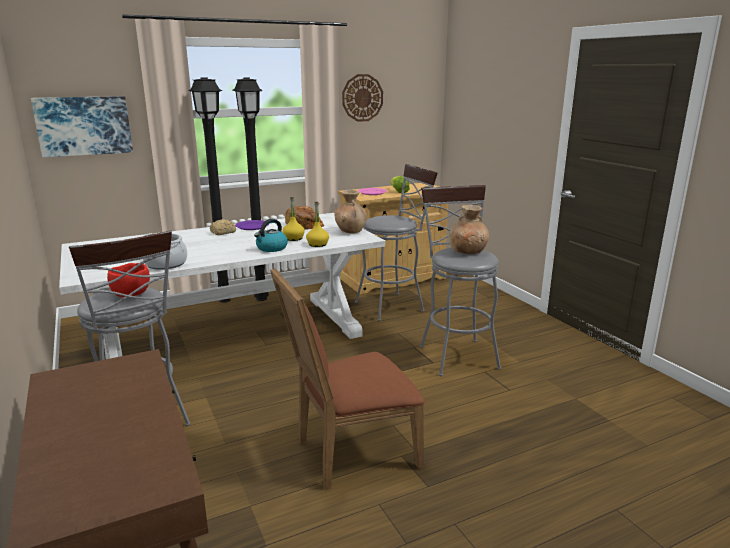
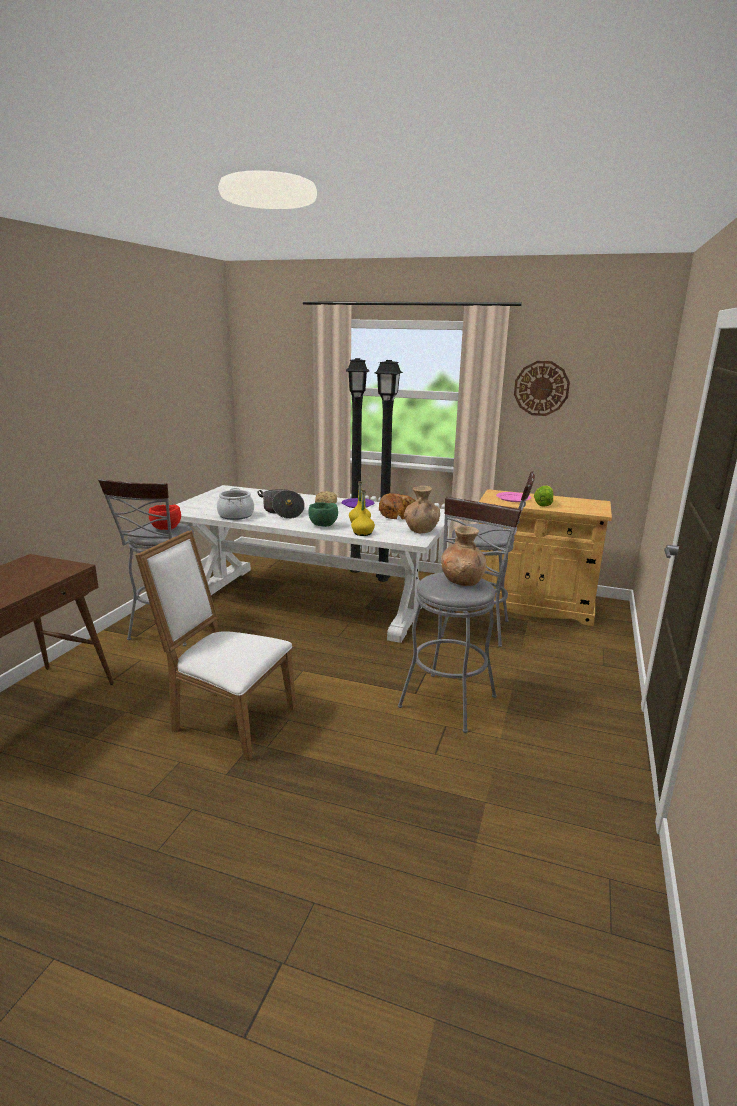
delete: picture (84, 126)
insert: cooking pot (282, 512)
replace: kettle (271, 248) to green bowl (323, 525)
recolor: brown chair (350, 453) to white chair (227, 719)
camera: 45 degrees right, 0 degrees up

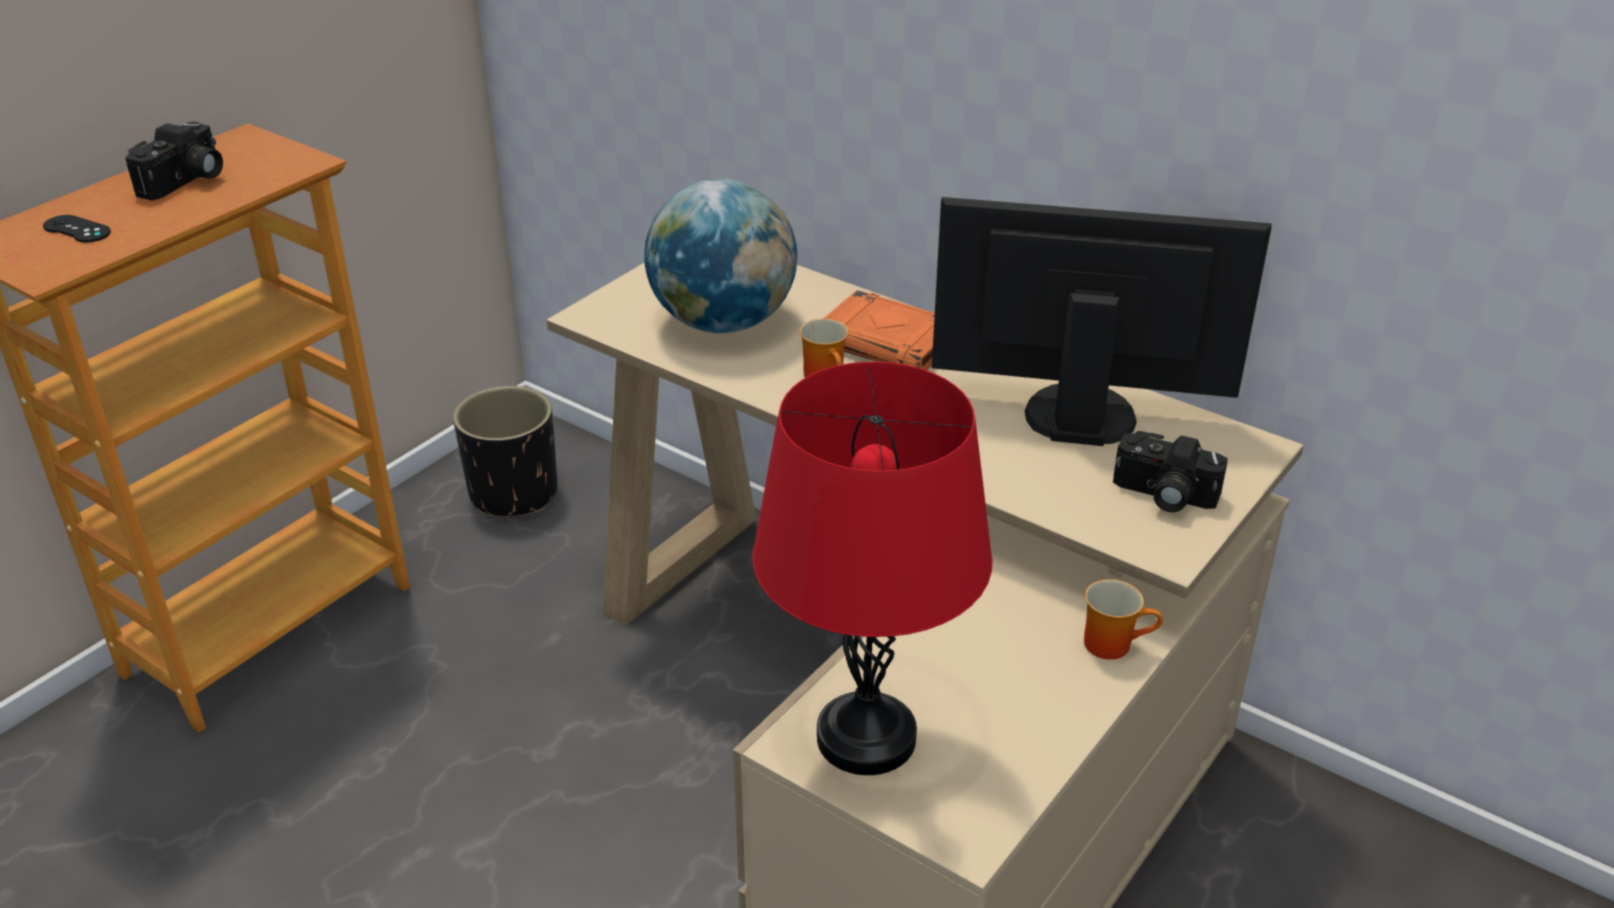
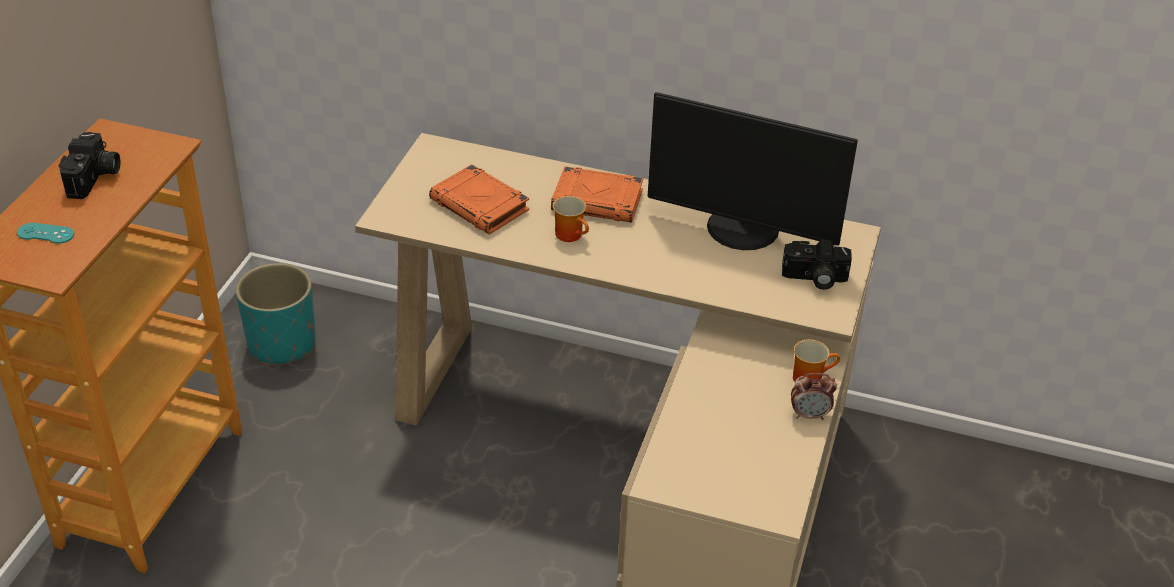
delete: red table lamp (866, 738)
insert: alarm clock (809, 415)
replace: globe (723, 323) to orange book (480, 206)
recolor: black game controller (77, 229) to turquoise game controller (45, 233); black planter (514, 494) to turquoise planter (282, 344)
rotate: monitor (1079, 412) = (741, 230) 150 degrees counterclockwise
camera: 20 degrees left, 5 degrees up

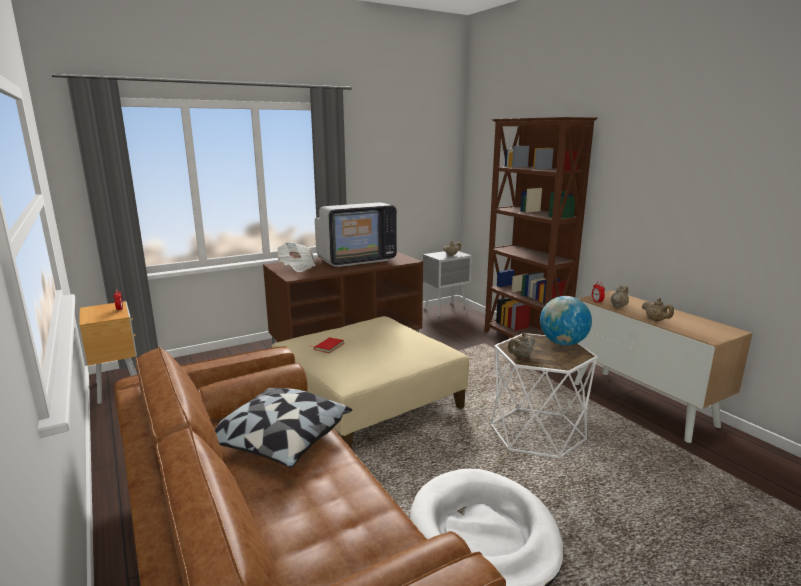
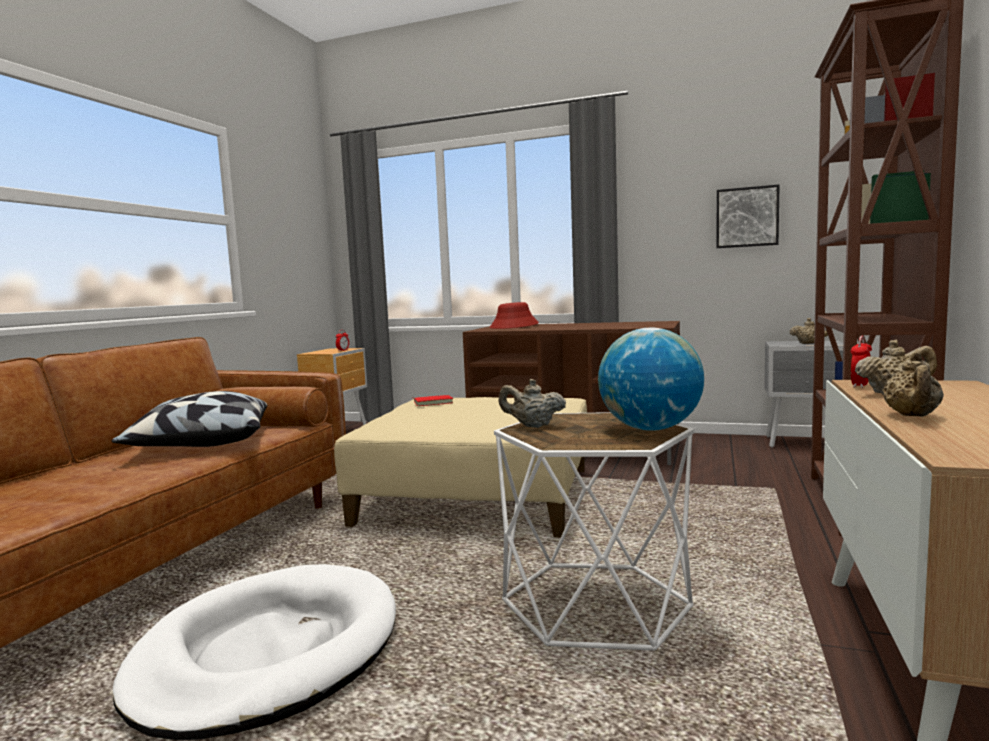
delete: television (356, 259)
insert: picture (746, 217)
replace: newspaper (297, 267) to red hat (514, 326)
camera: 50 degrees right, 10 degrees down

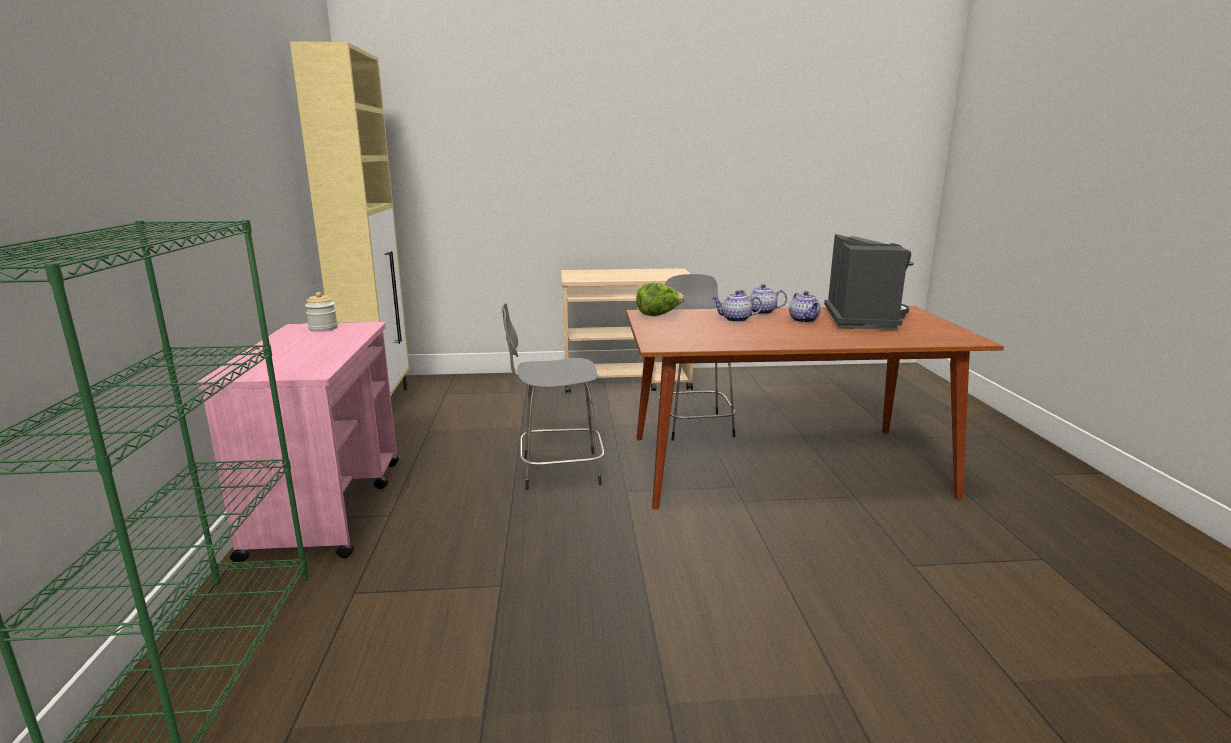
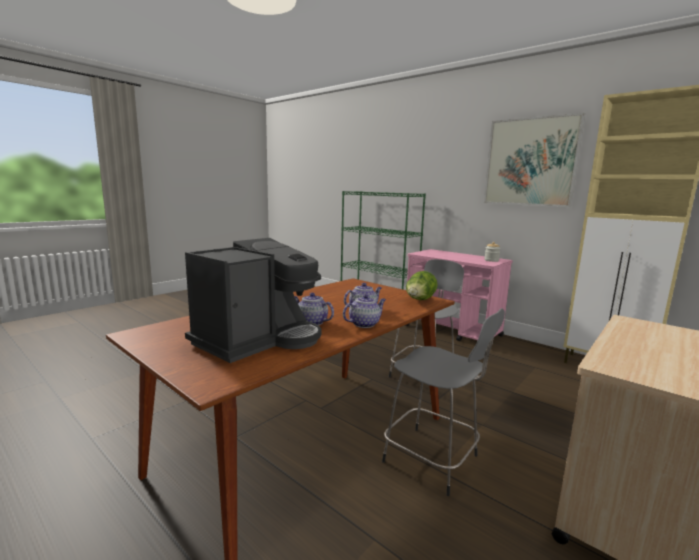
insert: picture (530, 162)
rotate: coffee machine (863, 319) = (258, 340) 105 degrees counterclockwise
camera: 135 degrees right, 5 degrees down

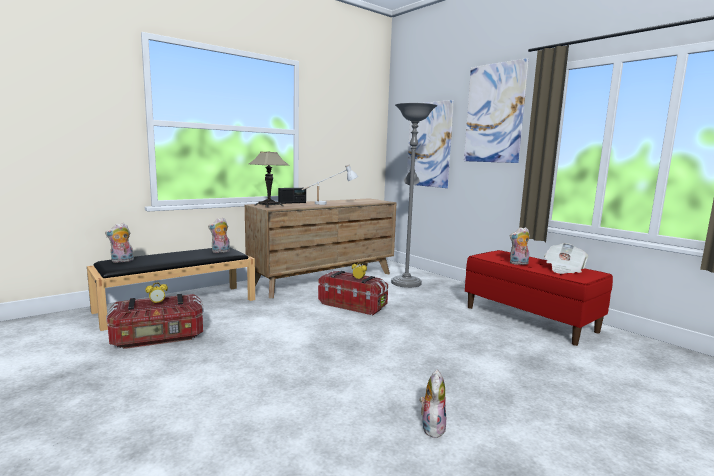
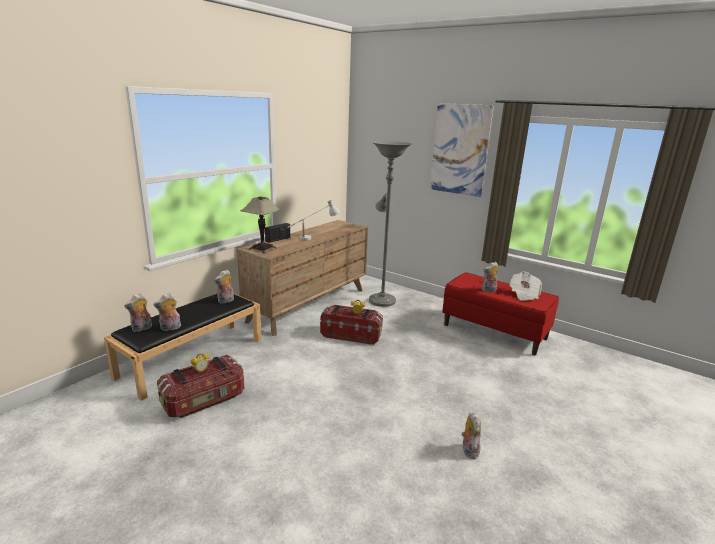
delete: picture (429, 144)
insert: plush toy (170, 328)
camera: 15 degrees left, 10 degrees up

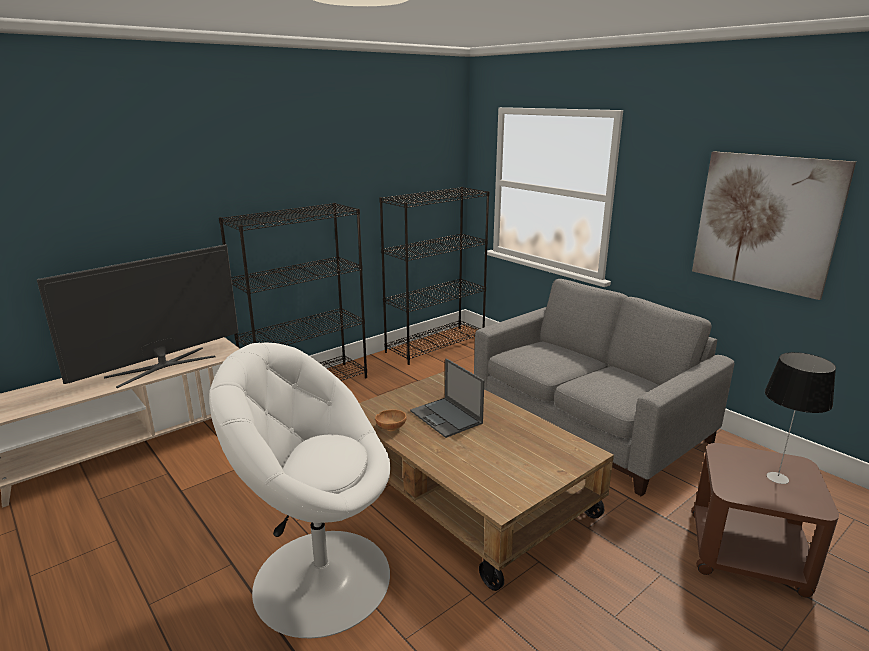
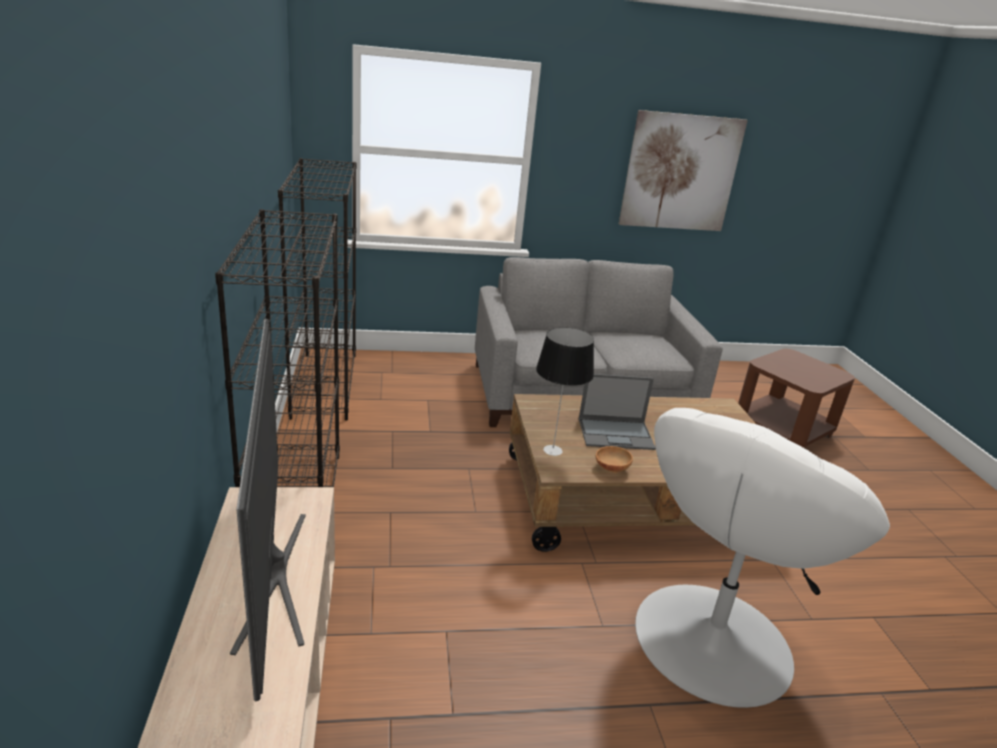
move: table lamp (778, 478) to (553, 450)
camera: 60 degrees left, 5 degrees up

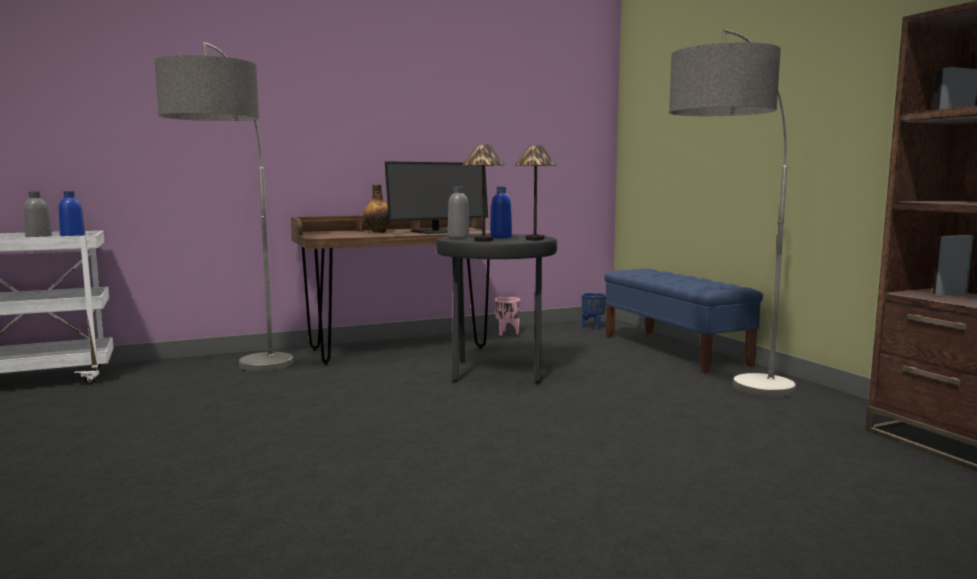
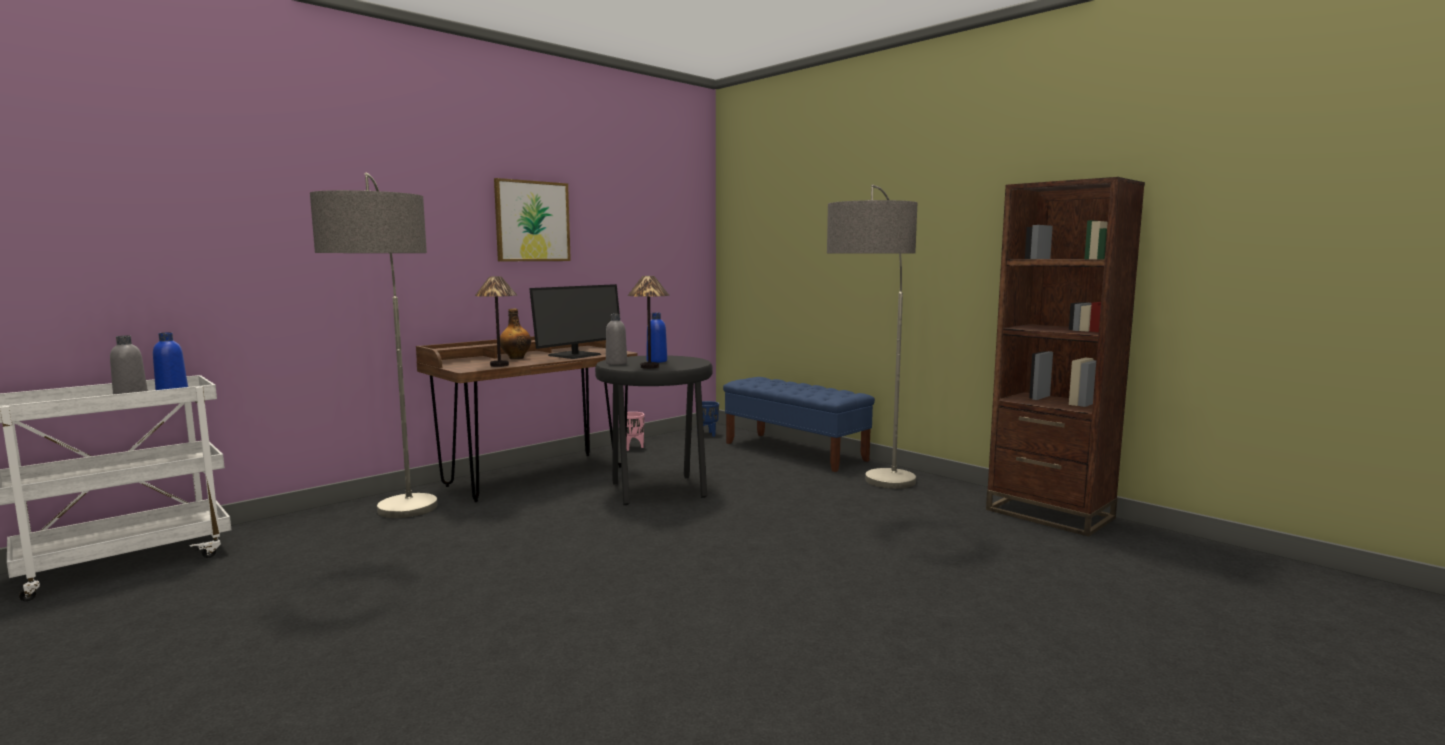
insert: picture (532, 221)
move: table lamp (534, 239) to (499, 365)
camera: 20 degrees left, 0 degrees up

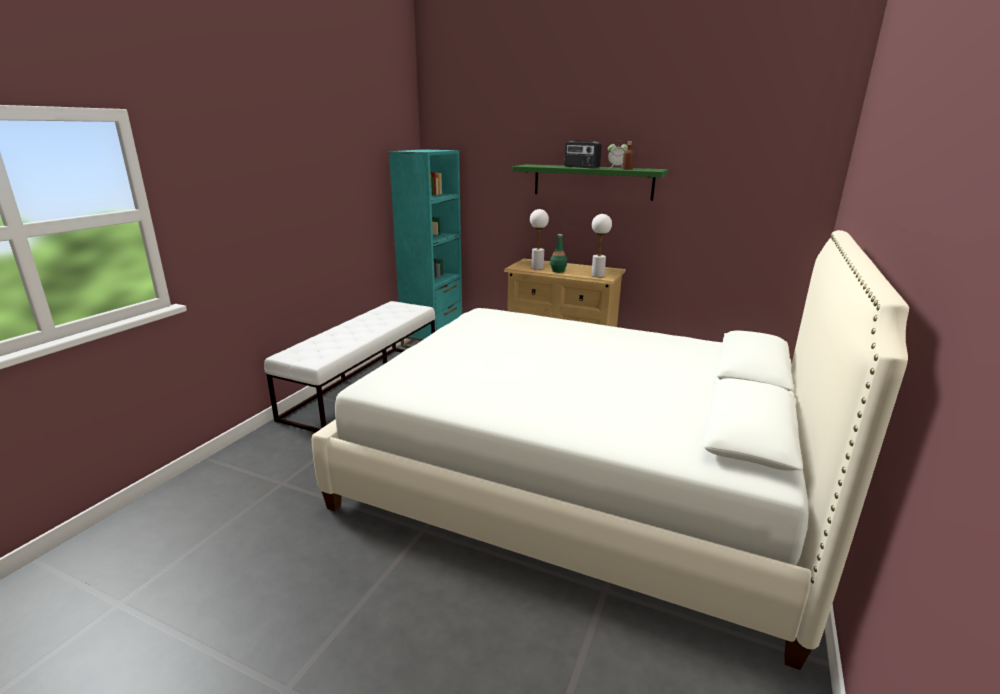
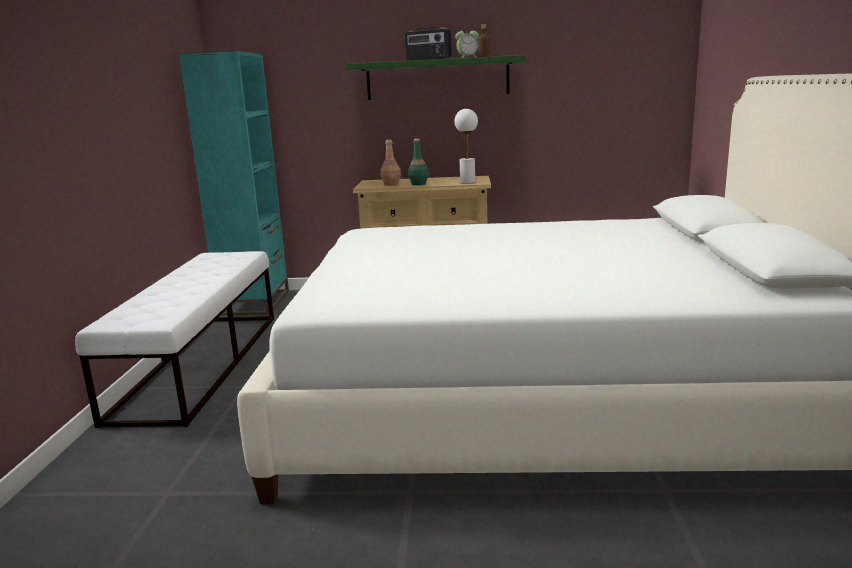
replace: white table lamp (537, 268) to brown bottle (391, 184)
camera: 20 degrees left, 5 degrees down

